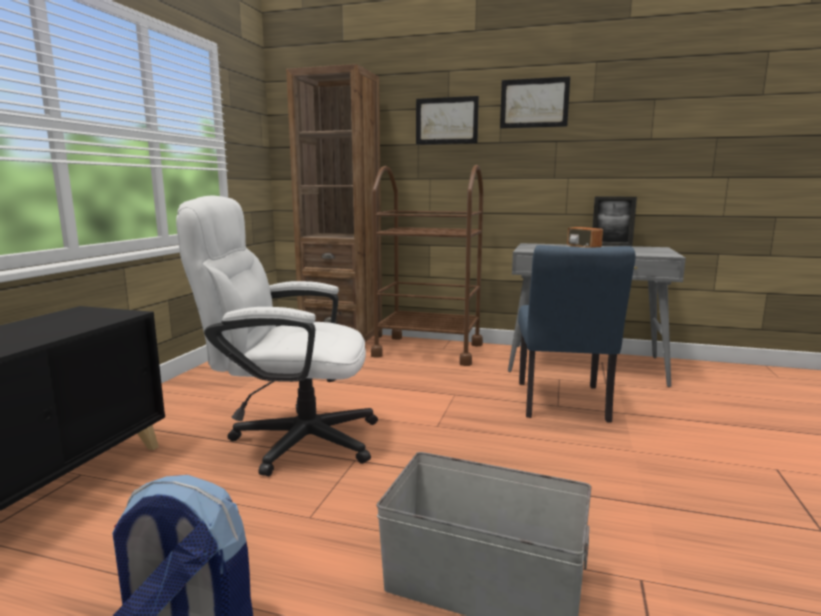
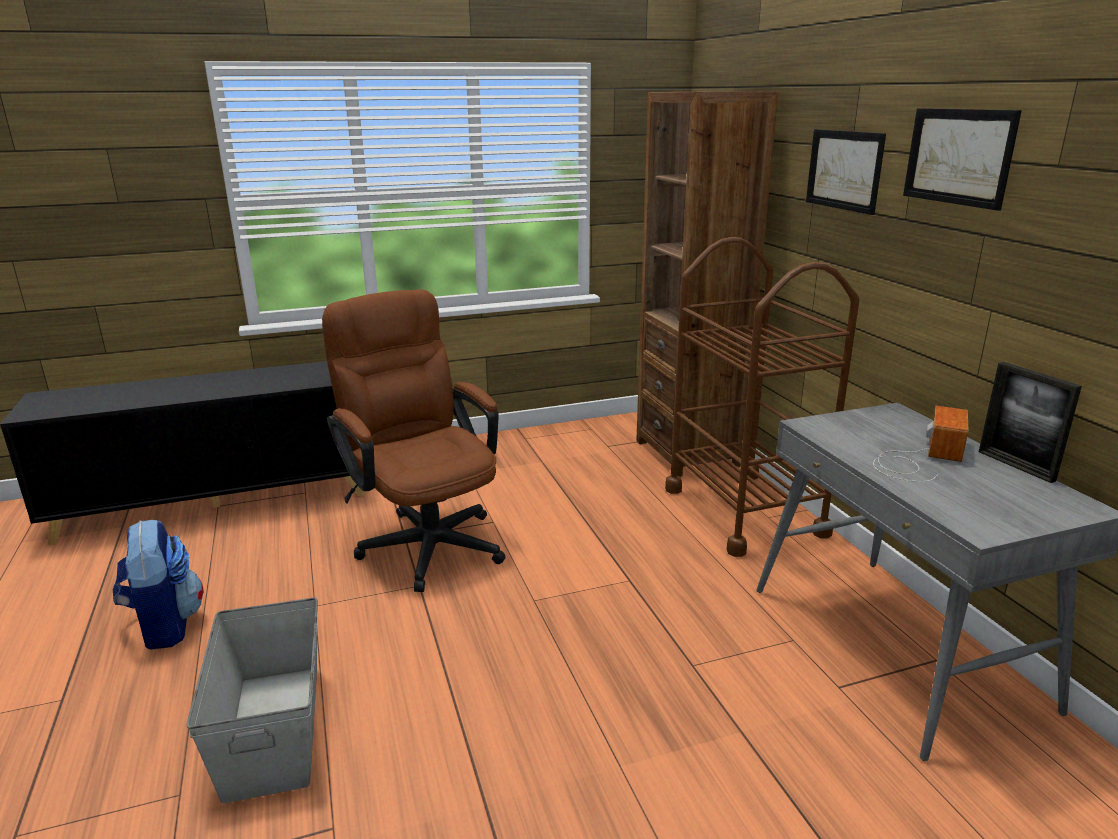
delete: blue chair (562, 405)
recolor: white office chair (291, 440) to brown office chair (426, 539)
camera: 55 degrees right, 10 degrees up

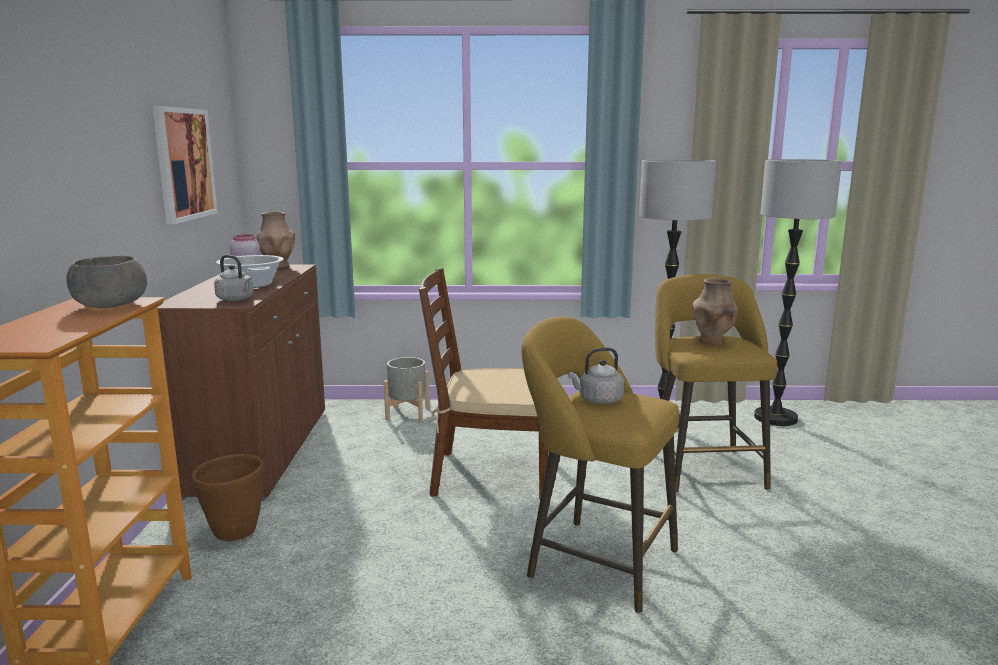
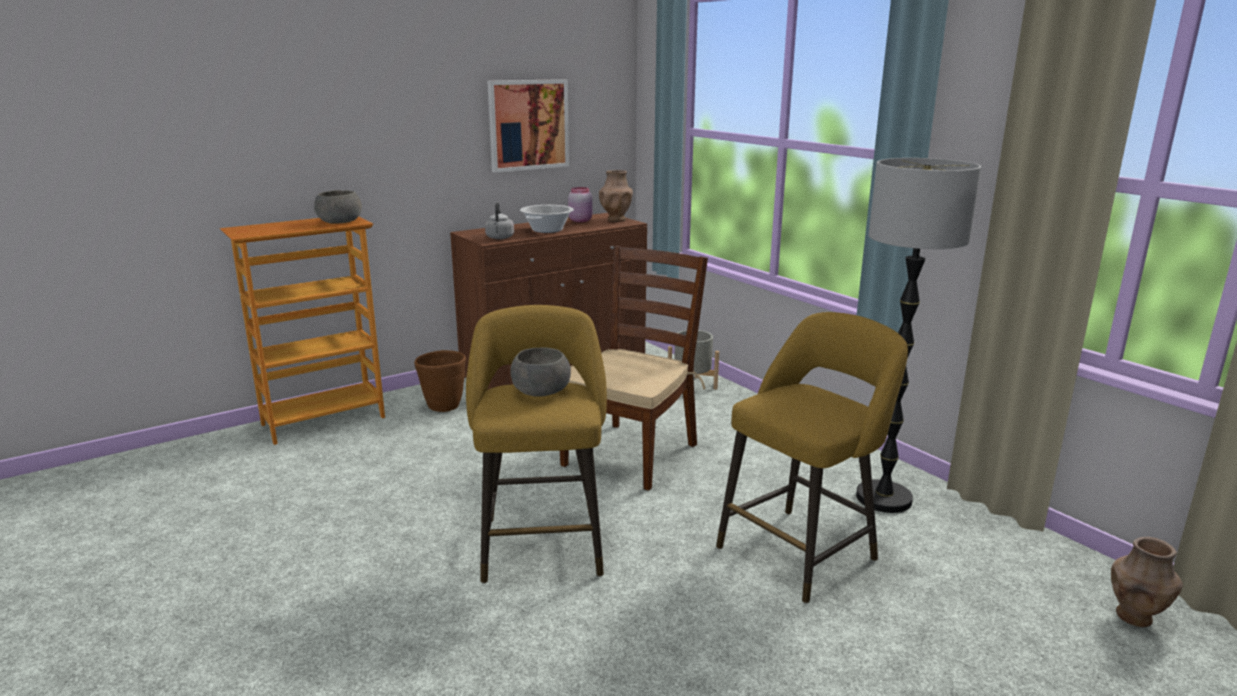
delete: floor lamp (775, 418)
move: brown vase (711, 342) to (1134, 617)
replace: grey kettle (598, 400) to grey bowl (540, 391)
rotate: brown chair (490, 475) = (631, 454) 60 degrees clockwise
camera: 55 degrees right, 5 degrees up

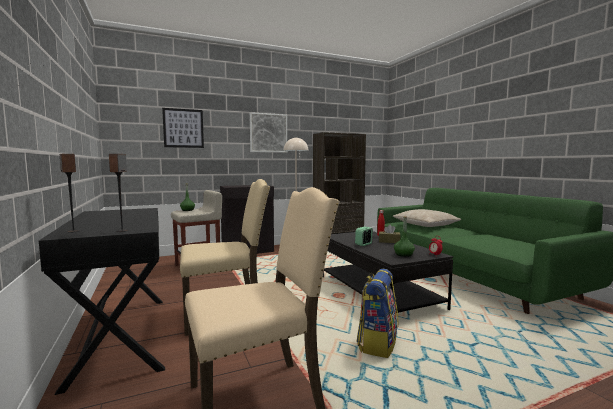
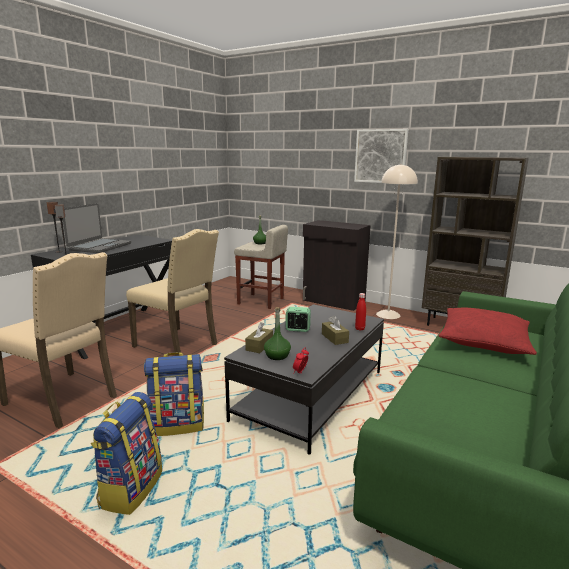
delete: picture (183, 128)
insert: laptop (100, 247); backpack (130, 488); brown tissue box (259, 346)
recolor: beige pillow (425, 225) to red pillow (484, 340)
camera: 55 degrees right, 10 degrees up

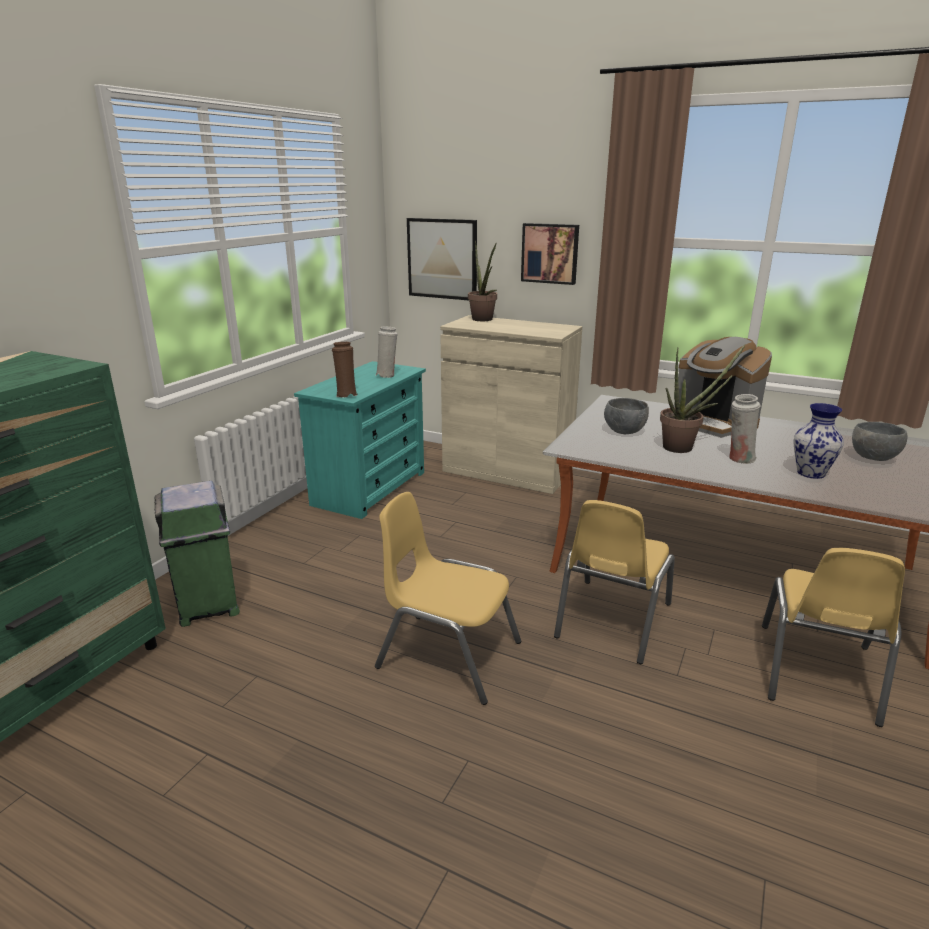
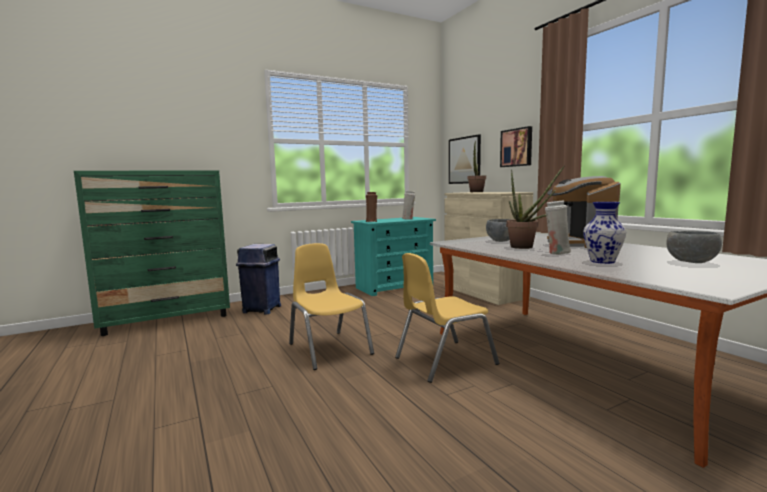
delete: yellow chair (817, 672)
recolor: green trash can (208, 606) to blue trash can (261, 309)
camera: 35 degrees right, 15 degrees down

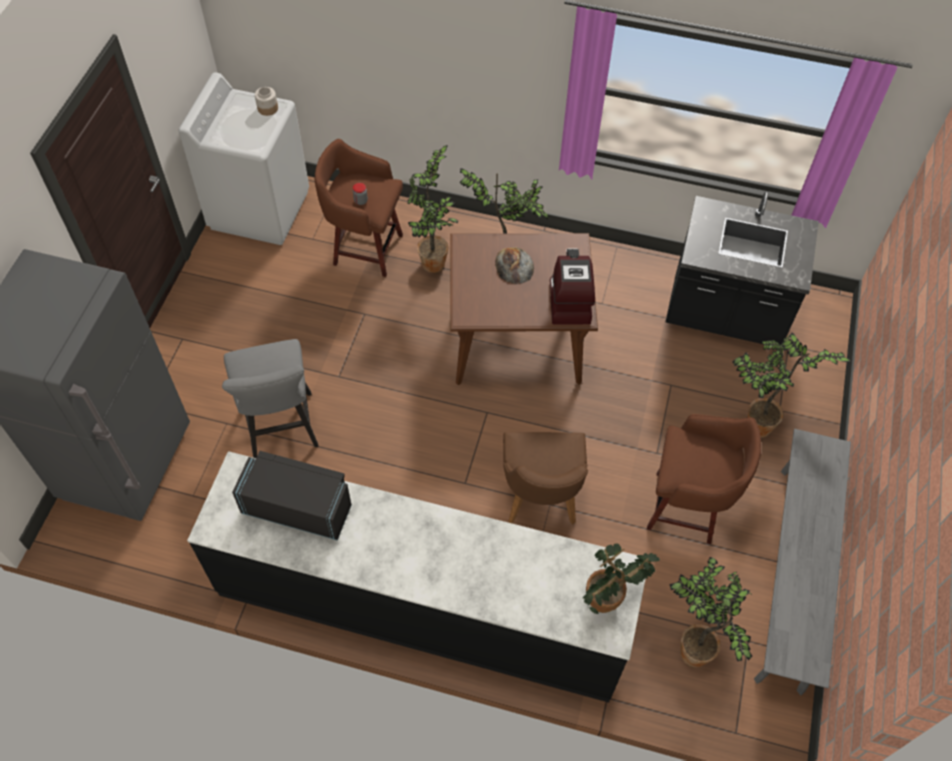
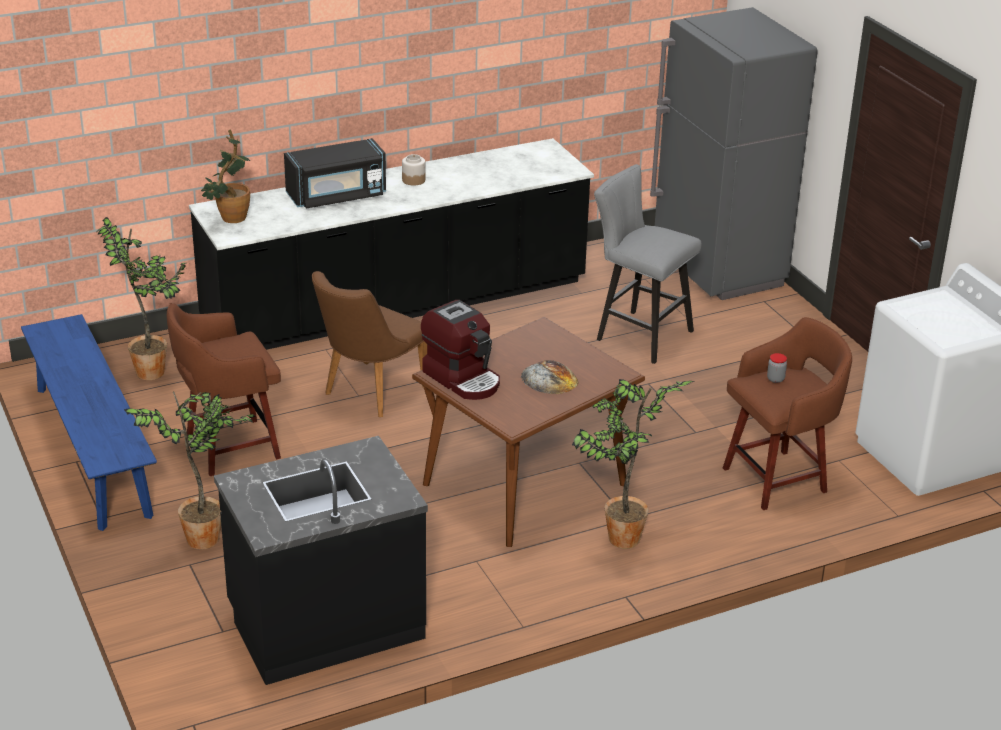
delete: potted plant (433, 267)
move: black microwave (298, 508) to (337, 196); jar (267, 108) to (413, 180)
recolor: grey bench (792, 575) to blue bench (92, 450)
rotate: brown chair (541, 501) = (368, 393) 105 degrees counterclockwise
camera: 140 degrees right, 25 degrees down

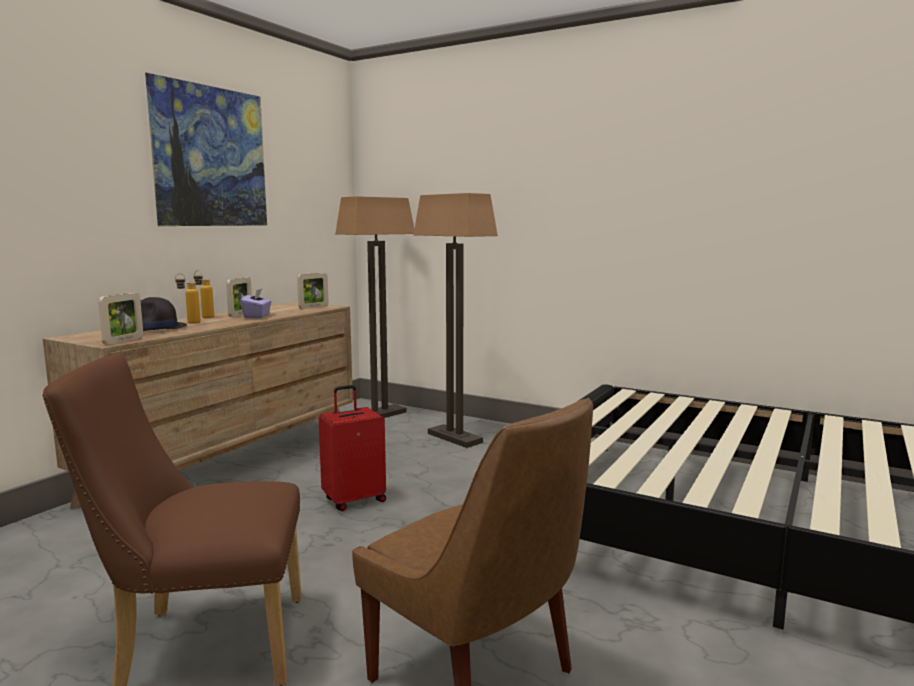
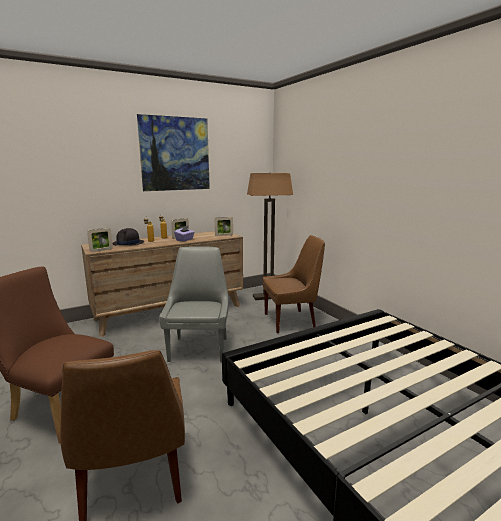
replace: red suitcase (354, 500) to grey chair (199, 348); floor lamp (455, 438) to brown chair (291, 321)
camera: 30 degrees right, 5 degrees up

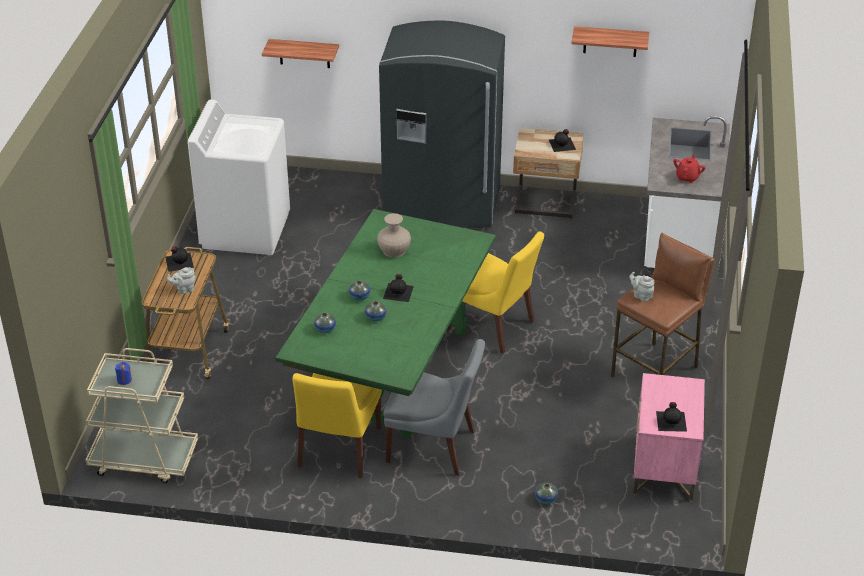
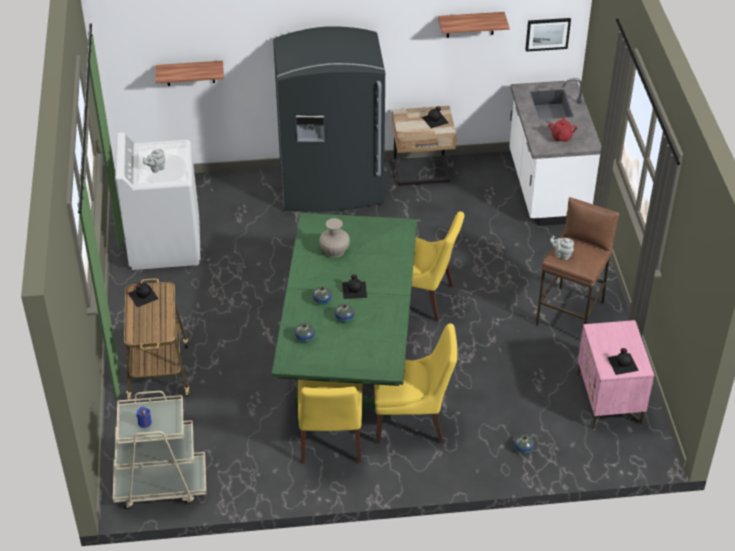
insert: picture (547, 34)
move: grey teapot (184, 289) to (156, 168)
recolor: grey chair (434, 447) to yellow chair (412, 420)
camera: 15 degrees left, 5 degrees up

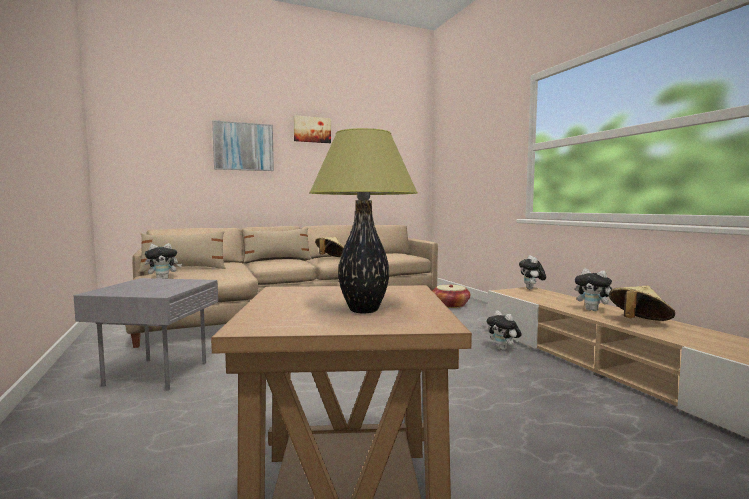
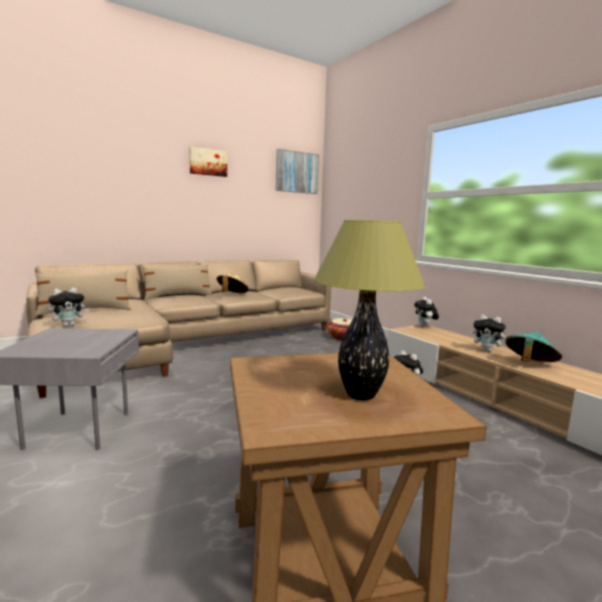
move: picture (243, 146) to (296, 172)
recolor: beige hat (638, 322) to turquoise hat (529, 364)
camera: 10 degrees left, 5 degrees up

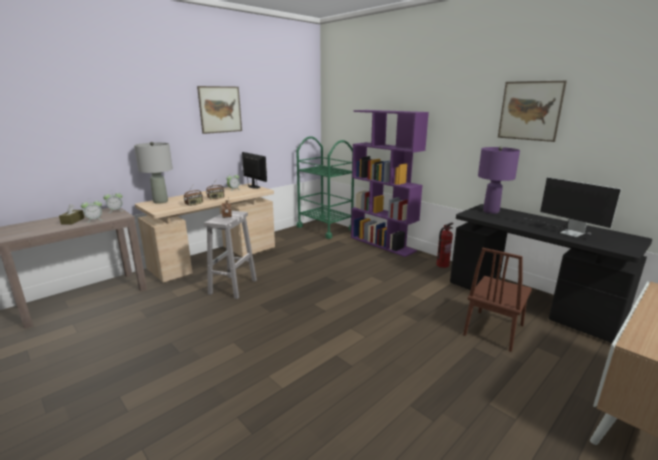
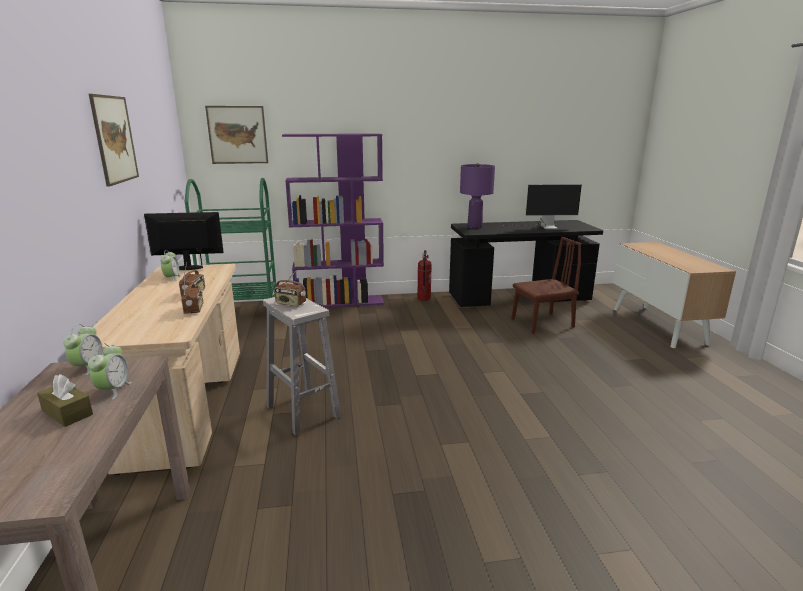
delete: grey table lamp (160, 201)
move: picture (530, 111) to (237, 135)
rotate: brown chair (493, 329) = (542, 323) 90 degrees counterclockwise
camera: 55 degrees left, 0 degrees up

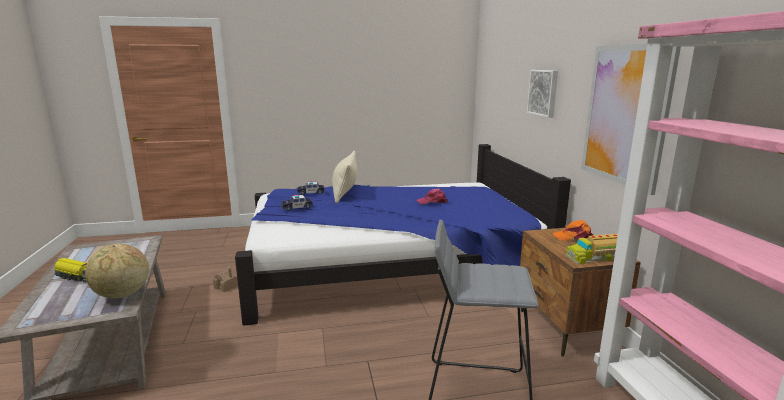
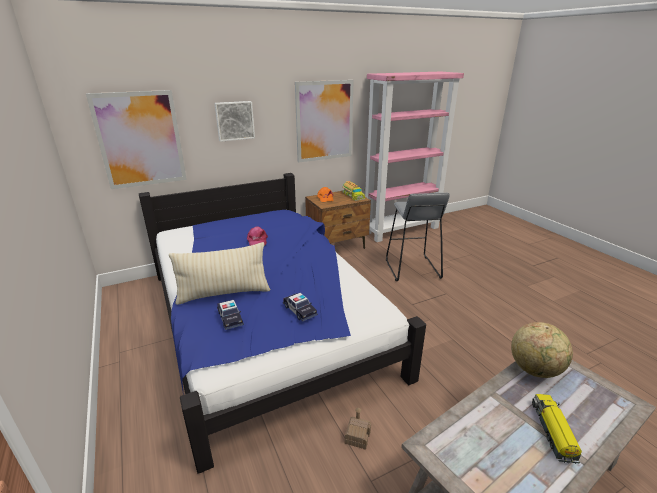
insert: picture (140, 140)
camera: 105 degrees left, 10 degrees up

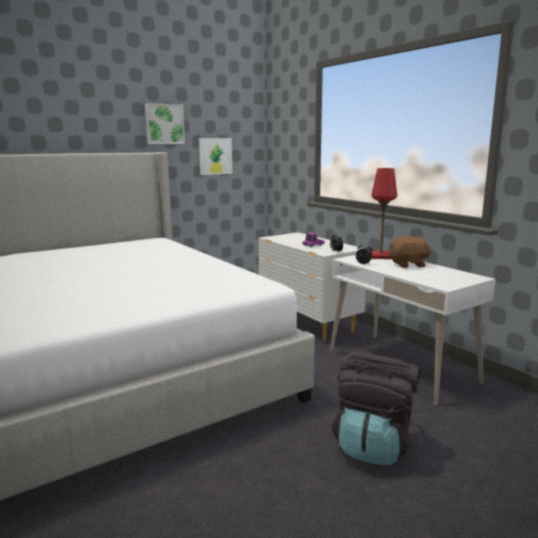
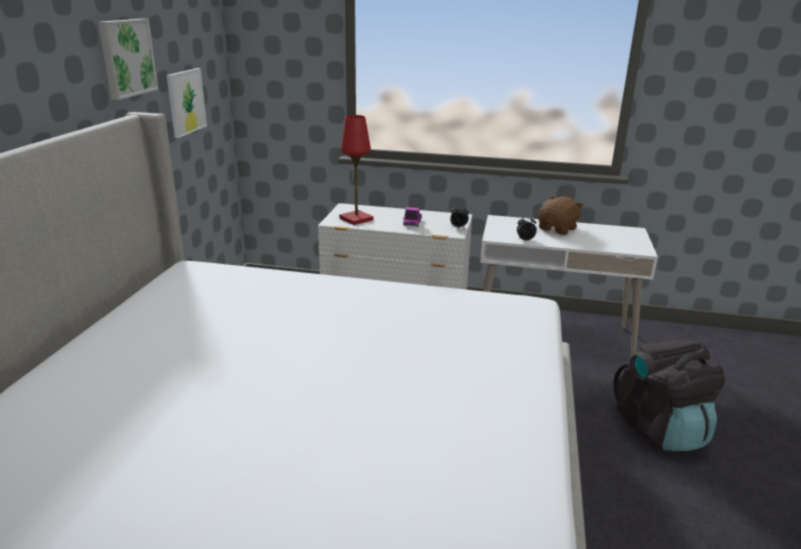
move: red table lamp (380, 256) to (356, 219)
camera: 45 degrees left, 10 degrees up

